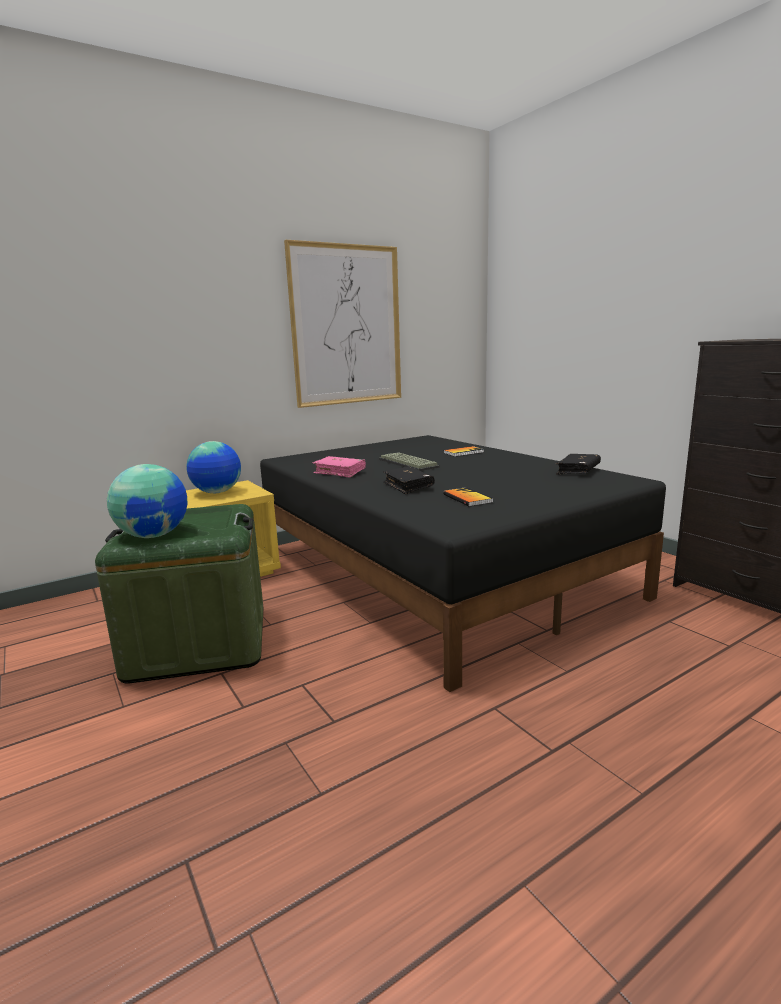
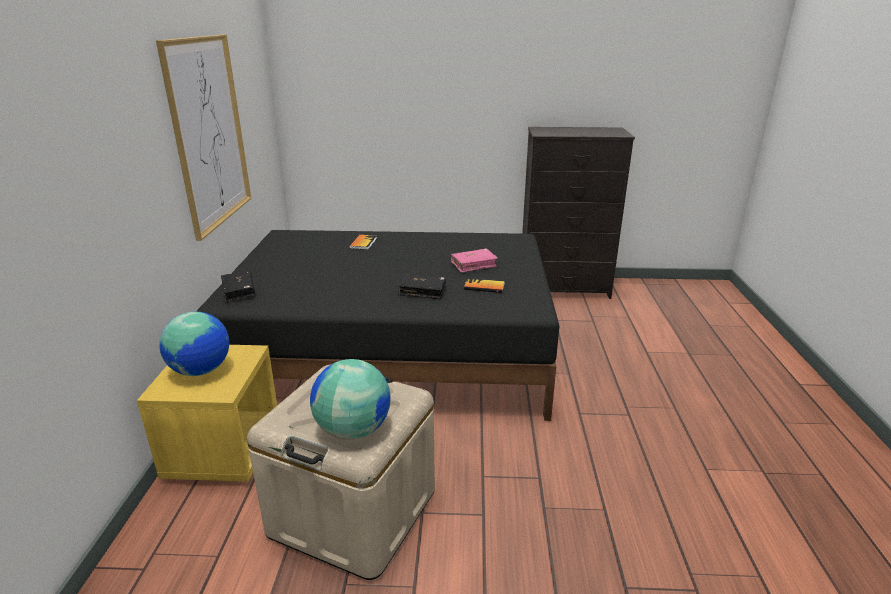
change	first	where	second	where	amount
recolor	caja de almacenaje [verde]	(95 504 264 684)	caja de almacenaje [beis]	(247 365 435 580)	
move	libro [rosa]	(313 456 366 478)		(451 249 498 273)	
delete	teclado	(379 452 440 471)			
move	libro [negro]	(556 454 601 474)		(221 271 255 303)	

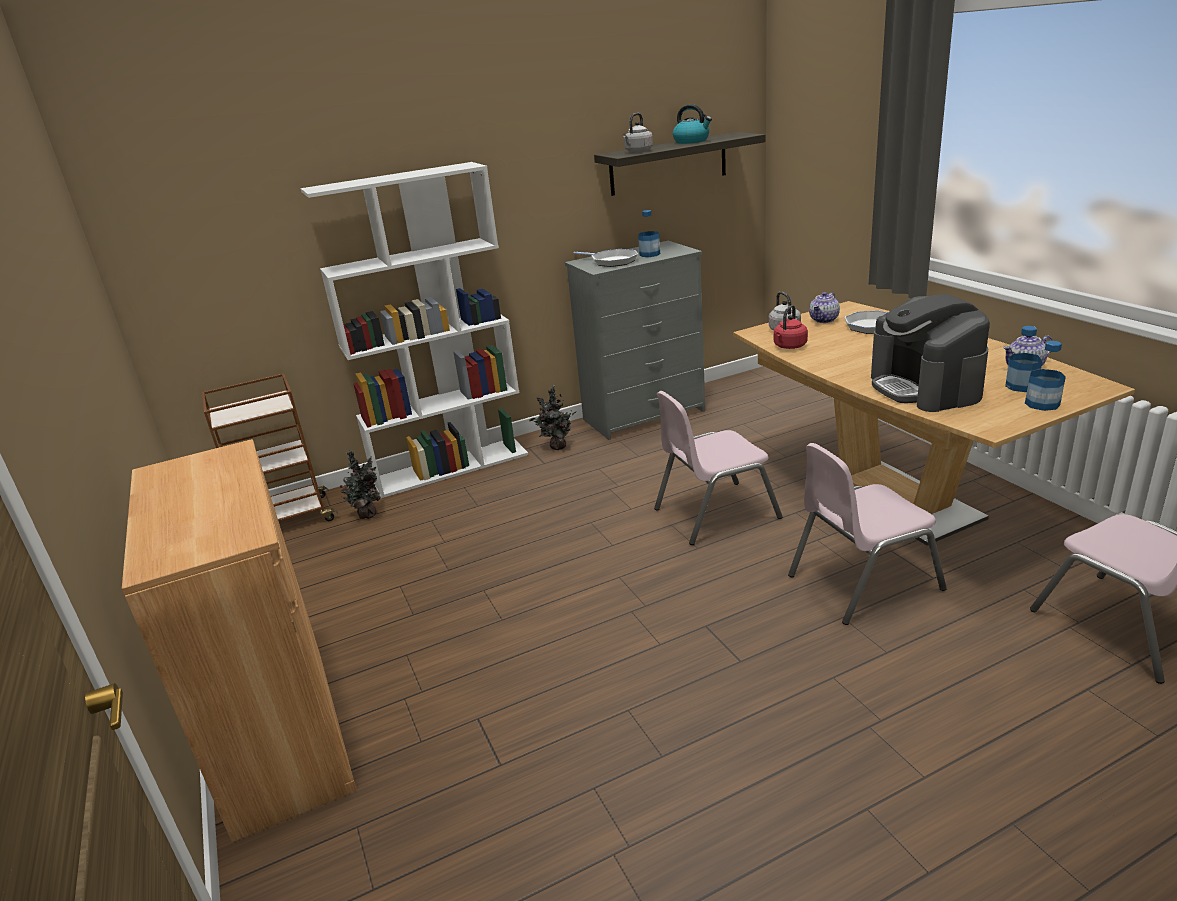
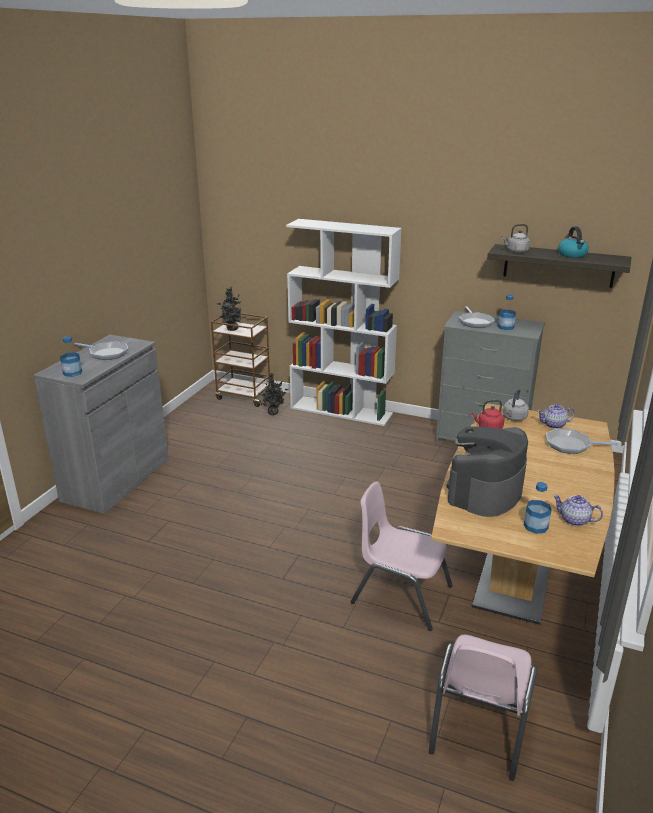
change	first	where	second	where	amount
recolor	armario [marrón]	(122 439 357 842)	armario [gris]	(34 335 169 514)	
move	planta en maceta	(529 385 576 450)		(217 286 242 331)	
delete	silla [rosa]	(654 391 783 545)			
move	botella	(1025 341 1066 411)		(60 336 82 377)	
insert			sartén	(75 341 128 360)	

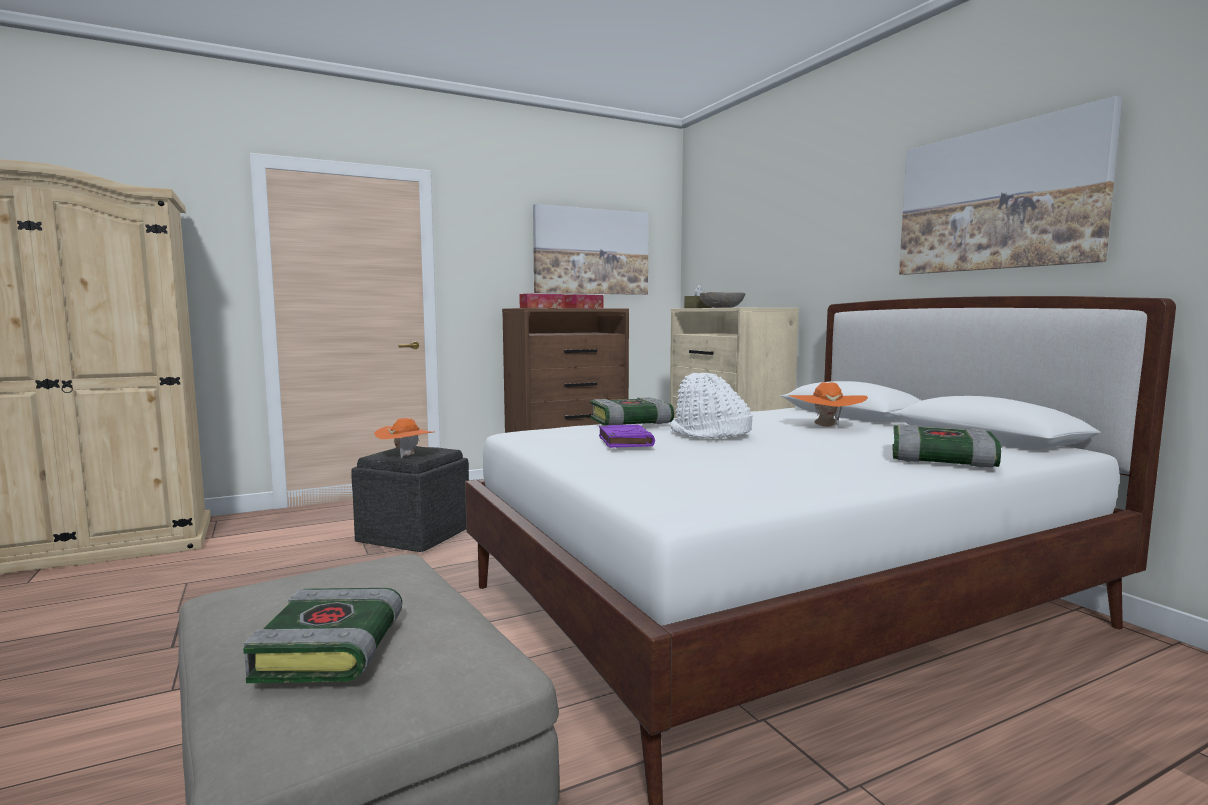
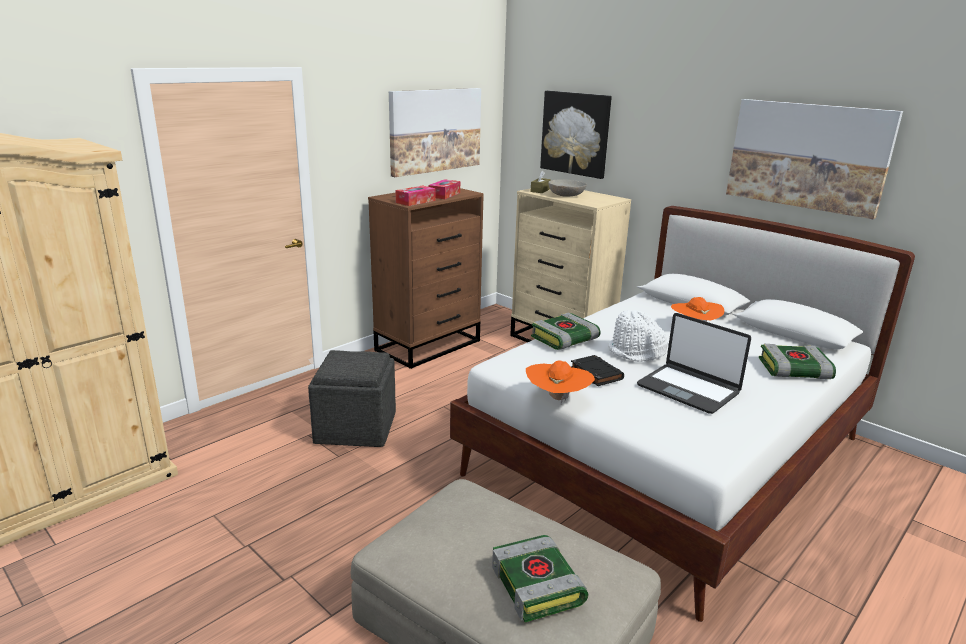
change	first	where	second	where	amount
move	sombrero [naranja]	(374 418 434 458)		(526 360 595 404)	
recolor	libro [morado]	(599 424 655 448)	libro [negro]	(571 355 624 386)	
insert			cuadro	(540 91 612 179)	
insert			portátil	(637 313 751 414)	

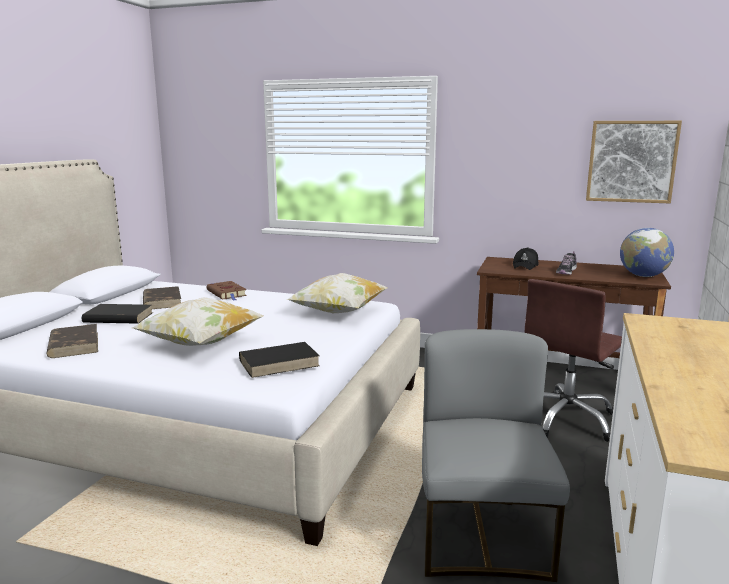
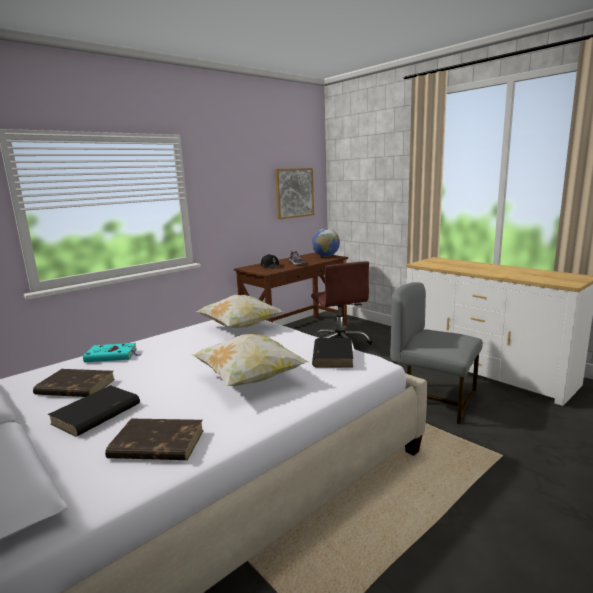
change	first	where	second	where	amount
recolor	libro [marrón]	(207 281 247 301)	libro [turquesa]	(83 343 142 363)	

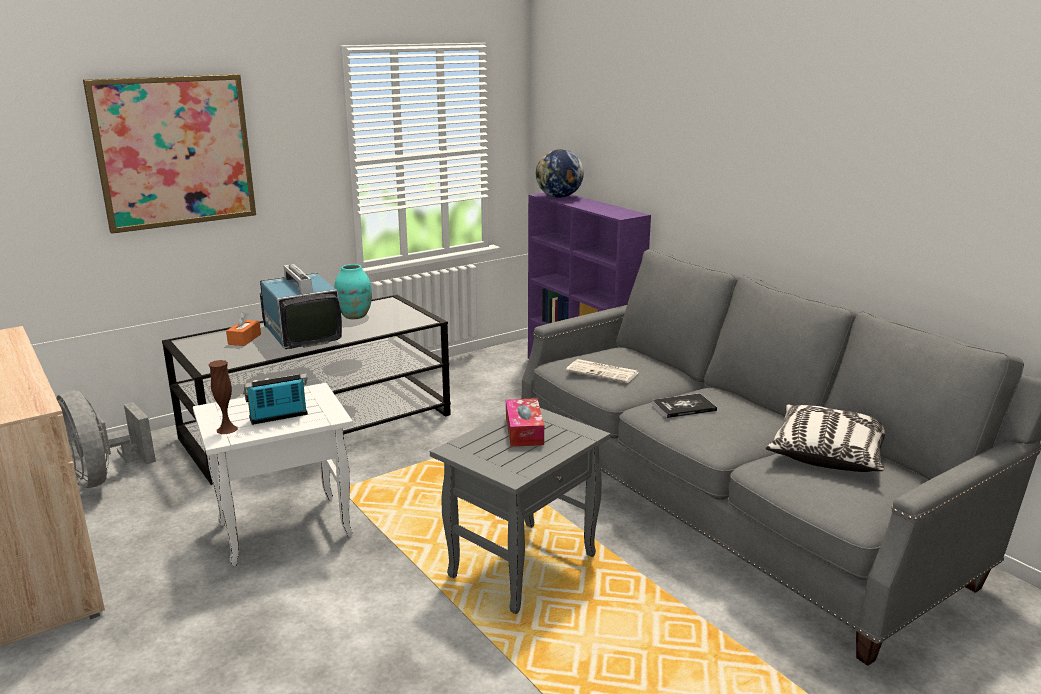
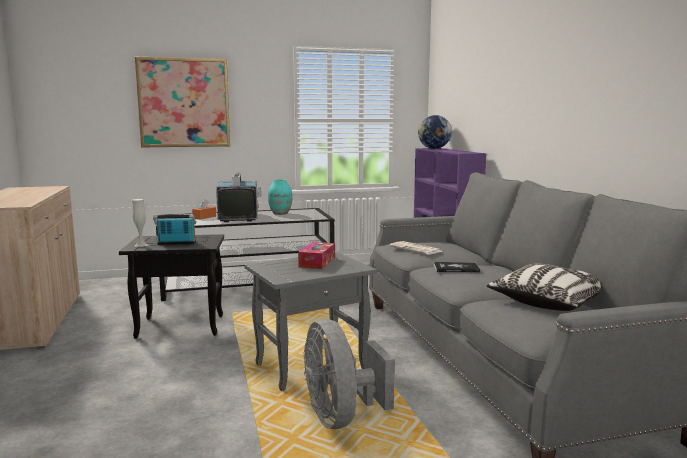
change	first	where	second	where	amount
move	ventilador [gris]	(56 390 156 488)		(304 319 395 429)	
recolor	mesa auxiliar [blanco]	(193 383 353 566)	mesa auxiliar [negro]	(119 234 224 339)	
recolor	florero [marrón]	(208 360 238 434)	florero [blanco]	(132 199 148 247)	

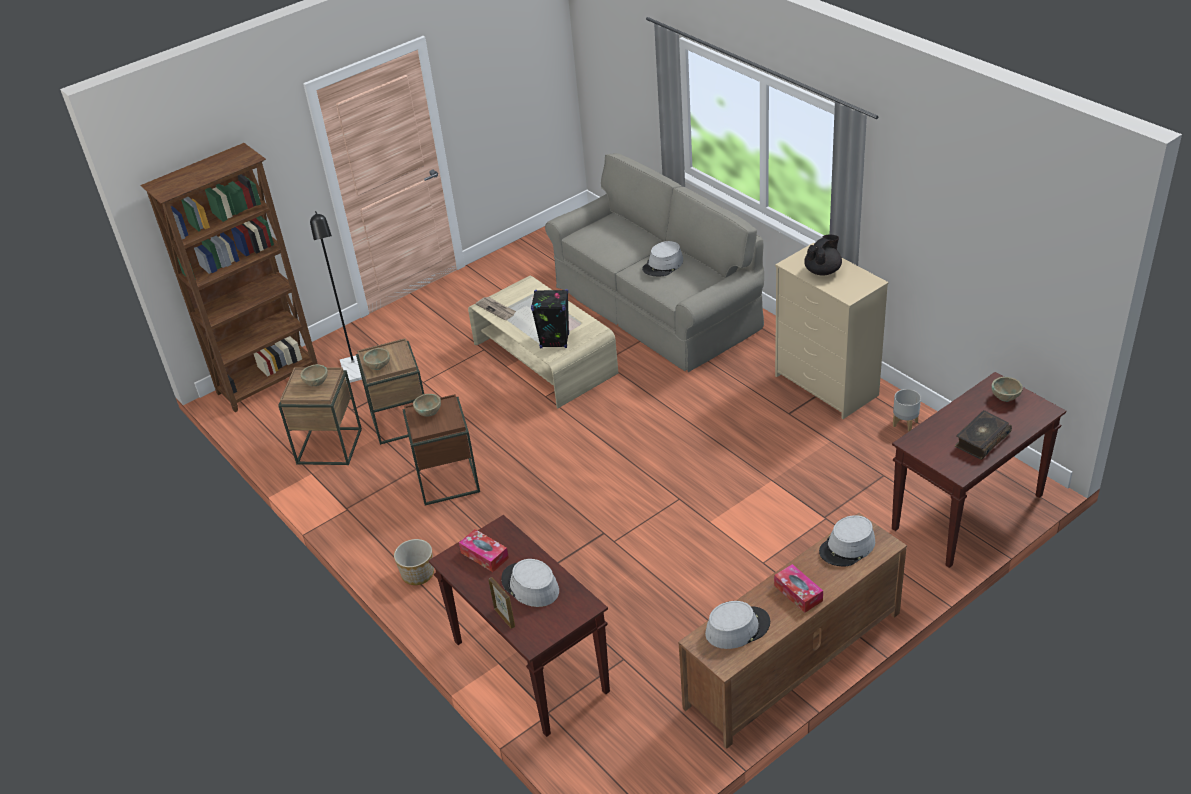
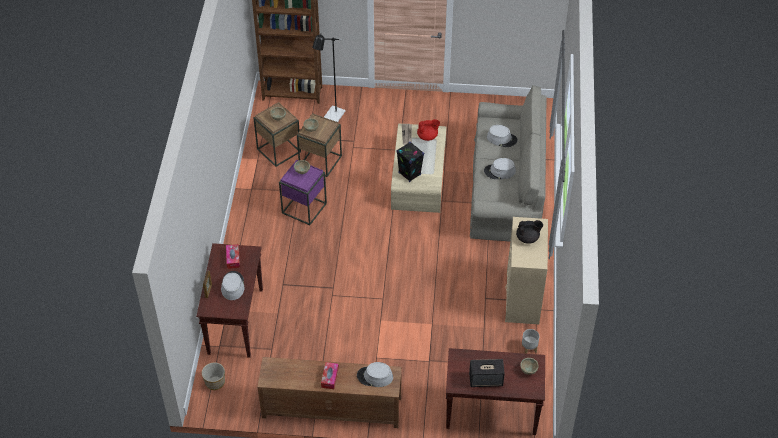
change	first	where	second	where	amount
move	maceta	(394 539 434 585)		(202 362 225 390)	
recolor	mesa auxiliar [marrón]	(402 394 480 506)	mesa auxiliar [morado]	(279 160 327 225)	
move	sombrero [gris]	(705 601 770 649)		(487 125 518 147)	
replace	libro	(955 410 1012 460)	altavoz	(469 359 505 387)	
insert			tetera [rojo]	(417 119 440 141)	

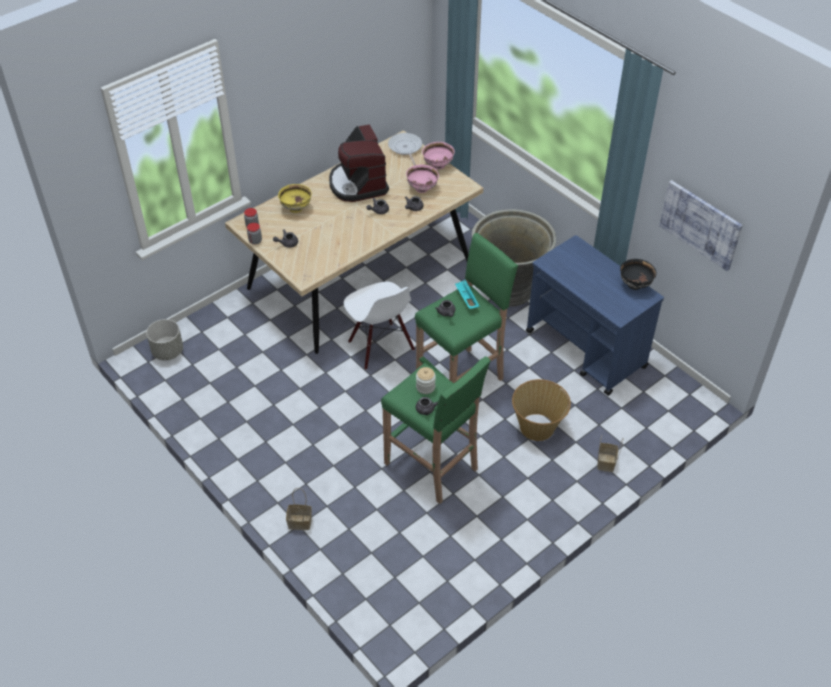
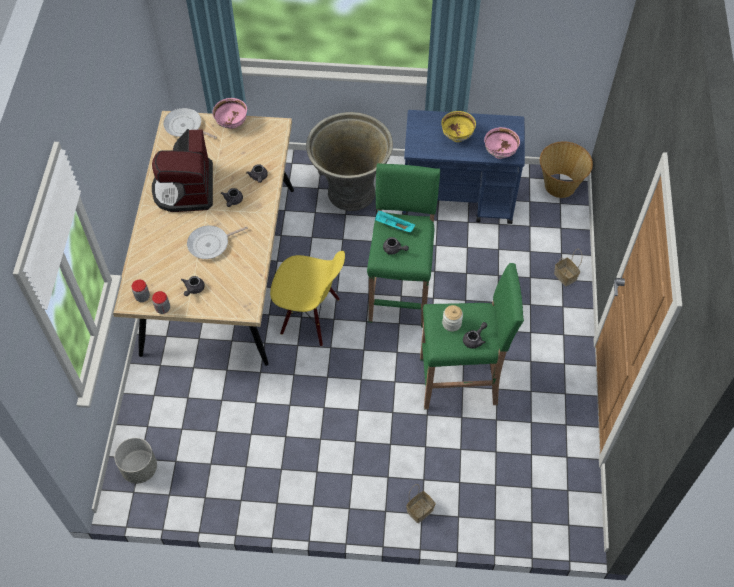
change	first	where	second	where	amount
move	cuenco [amarillo]	(278 184 312 213)		(441 111 476 142)	
rotate	cafetera	(329 124 389 202)		(152 129 213 212)	60 degrees clockwise
recolor	silla [blanco]	(344 282 415 370)	silla [amarillo]	(270 251 345 347)	
move	cuenco [rosa]	(406 165 439 193)		(484 127 520 159)	
move	cesta	(512 379 571 441)		(540 141 593 198)	
delete	cuenco [negro]	(620 259 657 290)			
delete	cuadro	(659 180 743 271)			
insert			sartén	(187 226 248 259)	

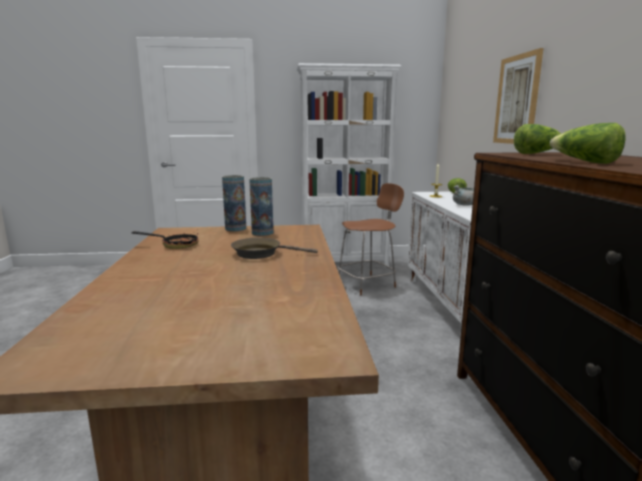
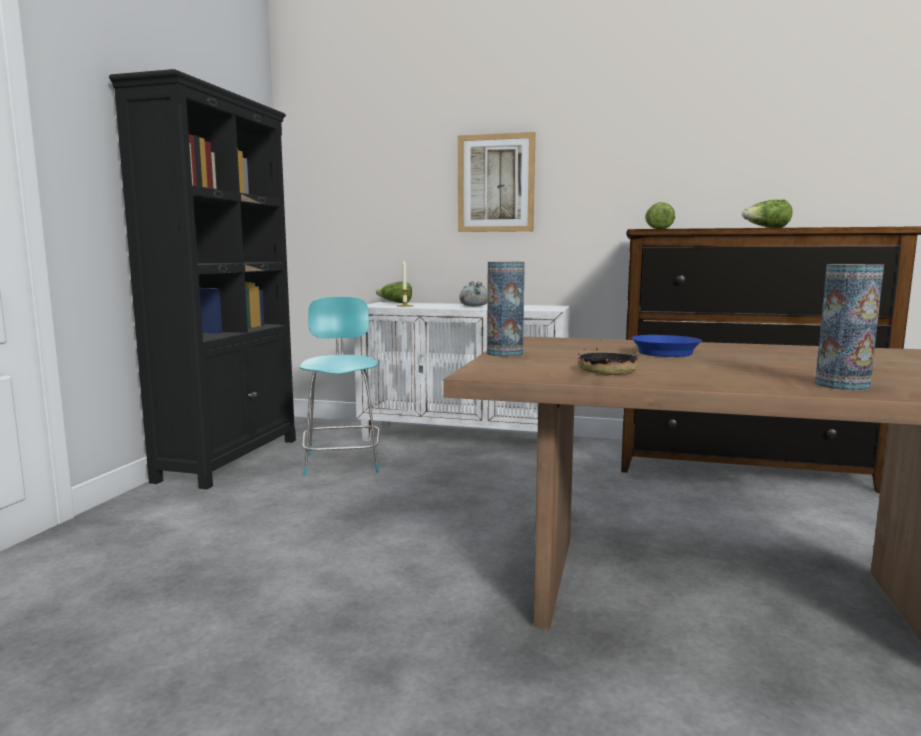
change	first	where	second	where	amount
recolor	sartén [marrón]	(231 237 318 259)	sartén [azul]	(631 335 702 357)	
move	florero	(249 177 273 236)		(815 264 884 391)	
recolor	estantería [blanco]	(297 63 401 267)	estantería [negro]	(109 69 296 489)	
recolor	silla [marrón]	(338 183 404 295)	silla [turquesa]	(299 297 380 476)	

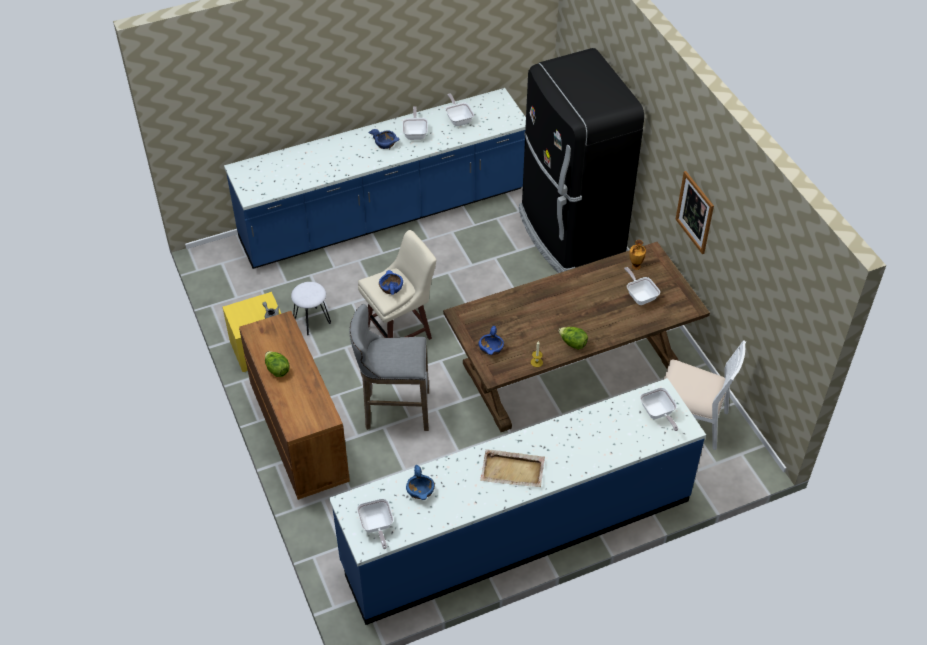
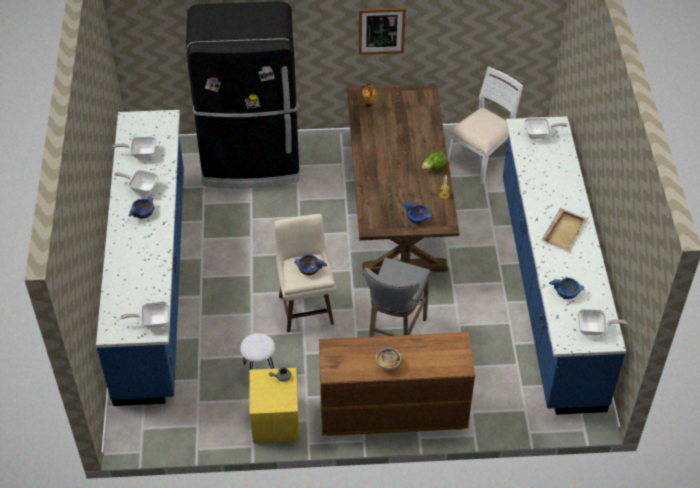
change	first	where	second	where	amount
replace	lechuga	(265 351 290 377)	cuenco	(376 348 401 370)	
move	sartén	(624 267 660 305)		(121 302 170 328)	

